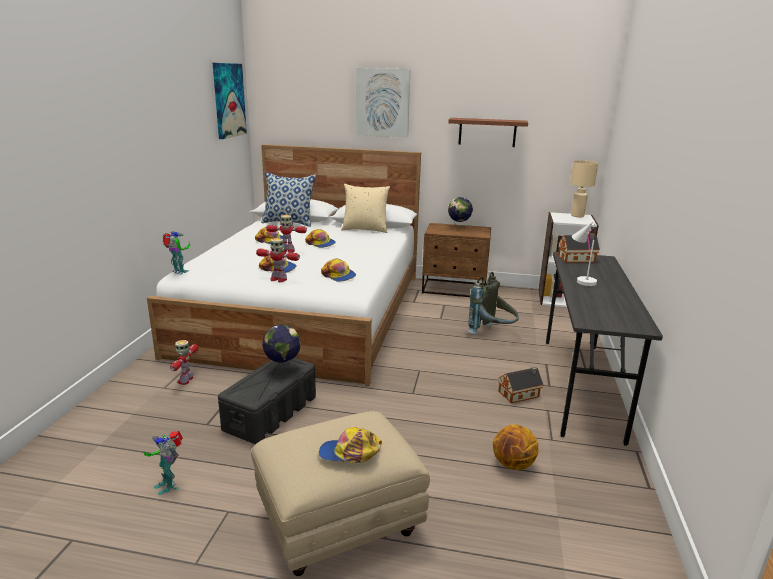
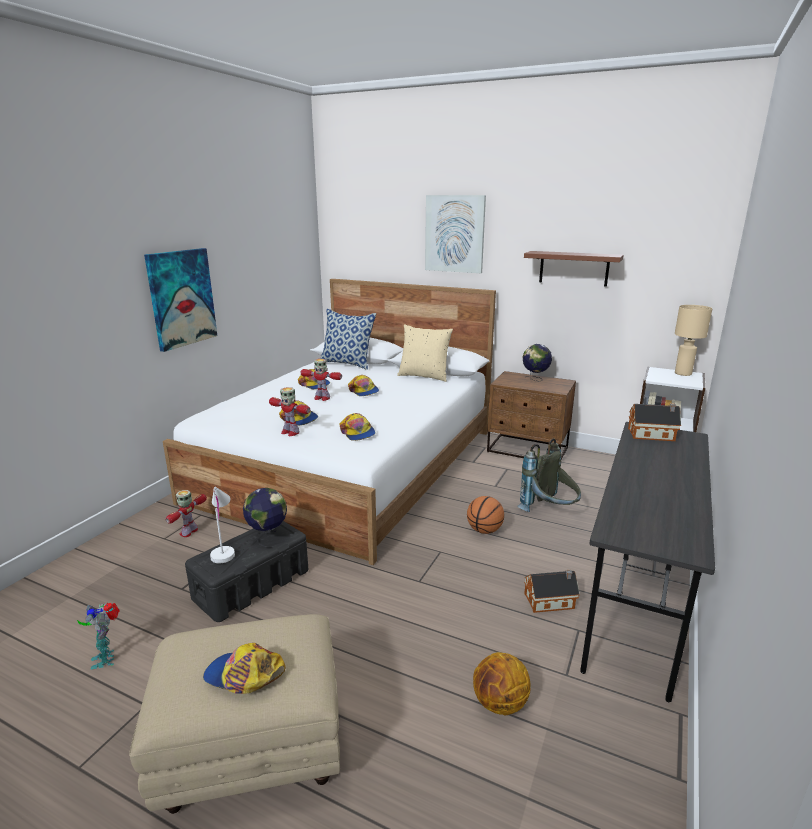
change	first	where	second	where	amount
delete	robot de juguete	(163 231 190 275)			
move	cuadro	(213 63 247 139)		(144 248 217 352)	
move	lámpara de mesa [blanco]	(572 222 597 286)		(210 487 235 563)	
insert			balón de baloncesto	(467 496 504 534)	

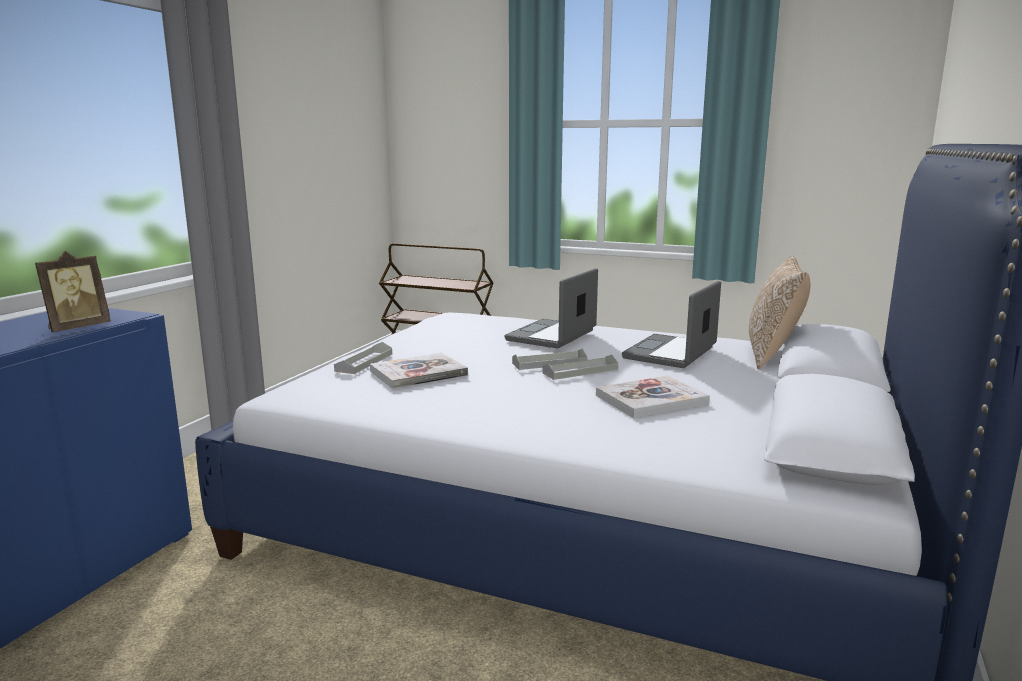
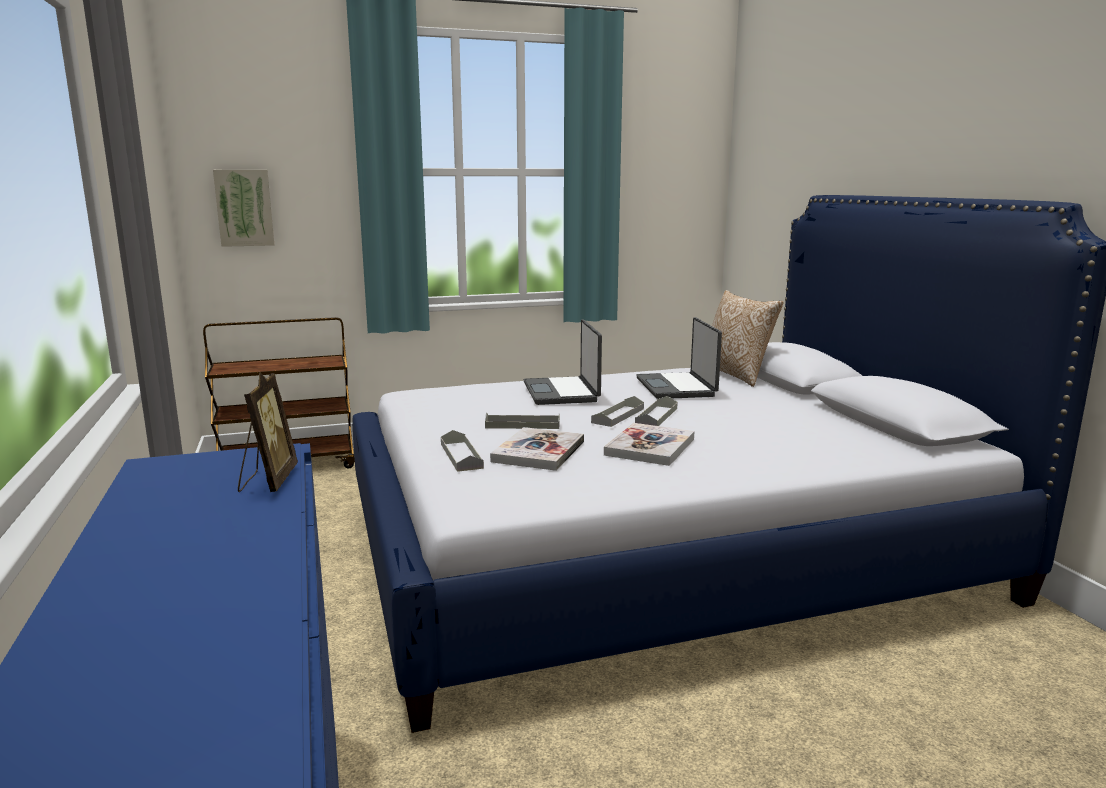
change	first	where	second	where	amount
move	libro	(596 376 710 418)		(604 423 694 466)	
insert			cuadro	(213 170 274 247)	
insert			bandeja [gris]	(485 412 560 429)	

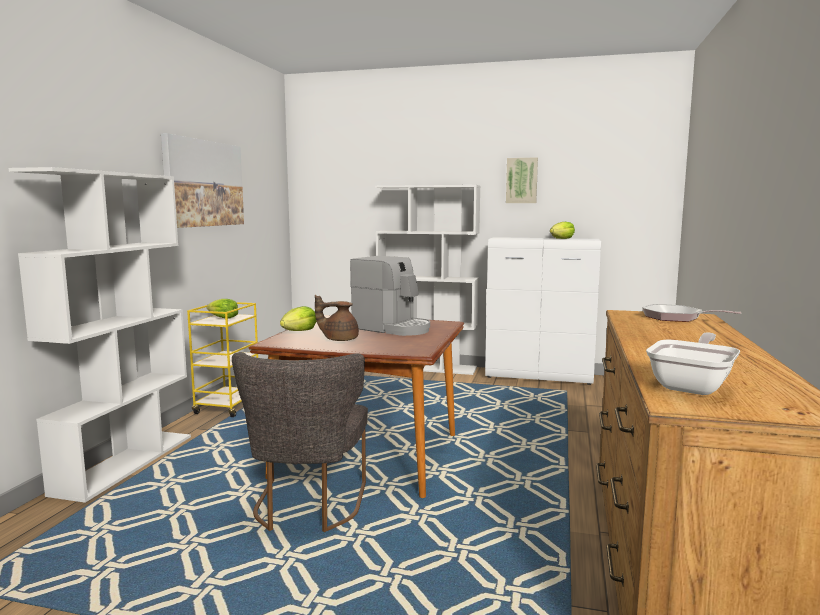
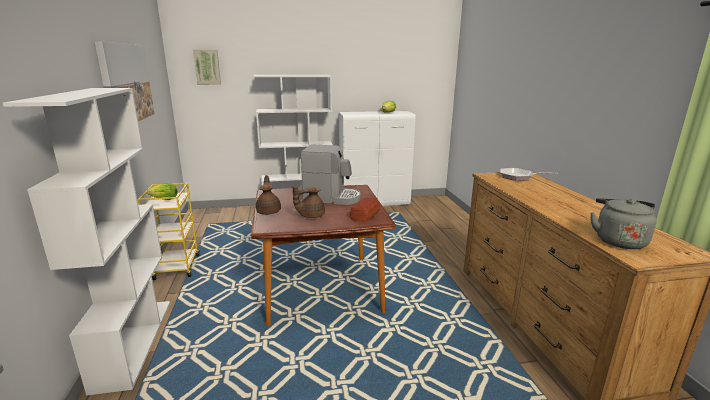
change	first	where	second	where	amount
delete	silla [gris]	(232 352 368 532)			
replace	lechuga	(280 306 316 331)	tetera [marrón]	(256 175 281 215)	
move	cuadro	(506 157 538 203)		(193 50 221 85)	
replace	sartén	(646 332 740 395)	hervidor [gris]	(590 198 657 249)	
insert			pan	(350 197 380 222)	

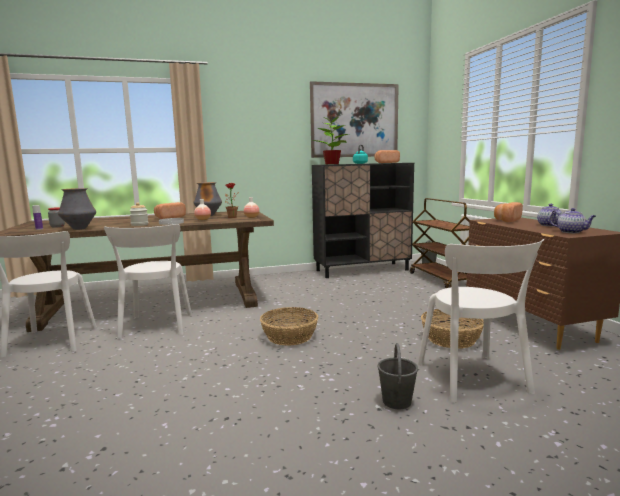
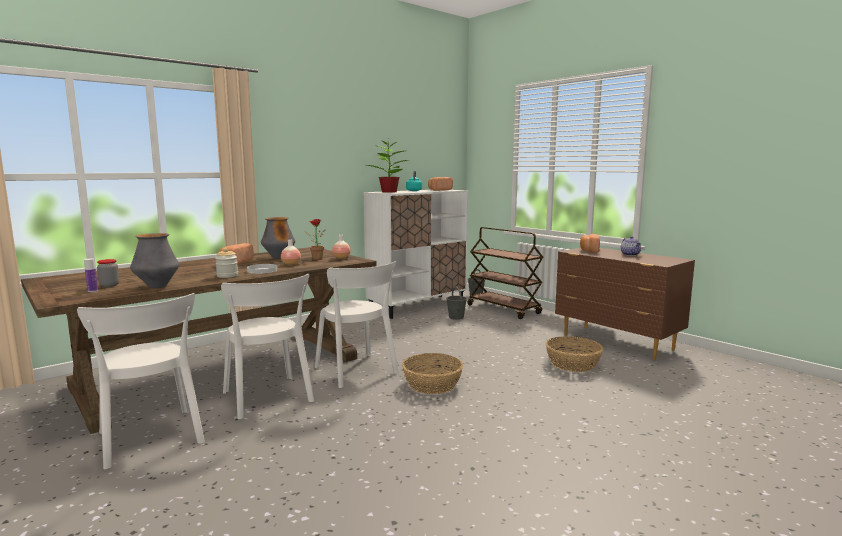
change	first	where	second	where	amount
delete	cuadro	(310 81 399 158)			
recolor	armario [negro]	(312 163 414 278)	armario [blanco]	(364 190 468 319)	
move	cubo [gris]	(378 343 418 409)		(446 286 467 320)	
move	silla [blanco]	(418 239 544 403)		(315 261 399 388)	
delete	tetera	(549 208 596 233)			

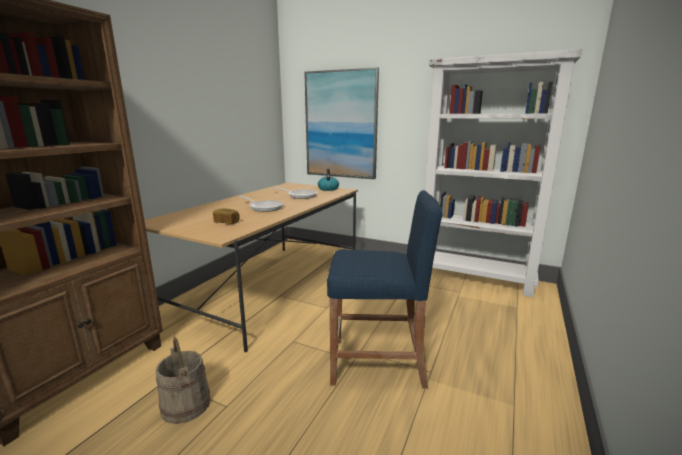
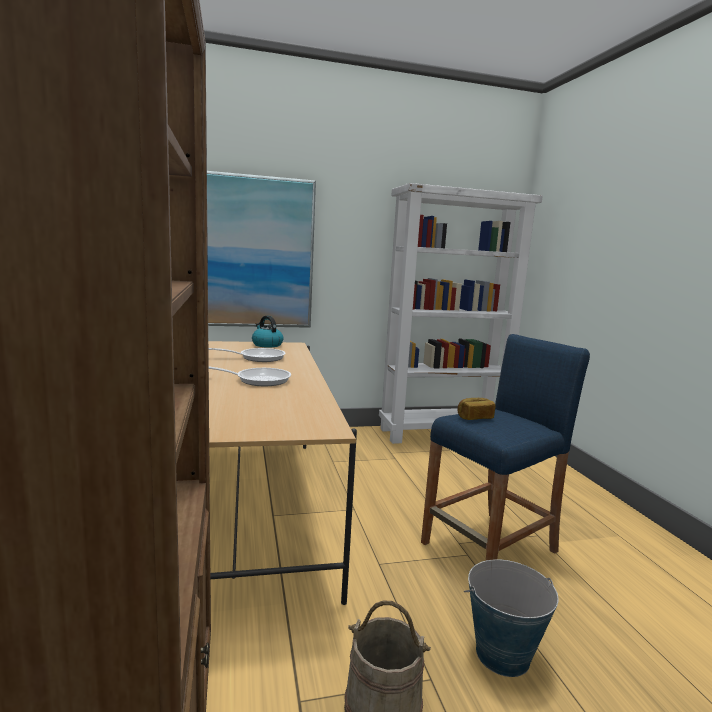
change	first	where	second	where	amount
move	pan	(213 209 240 224)		(457 398 495 420)	
insert			cubo	(464 559 559 677)	

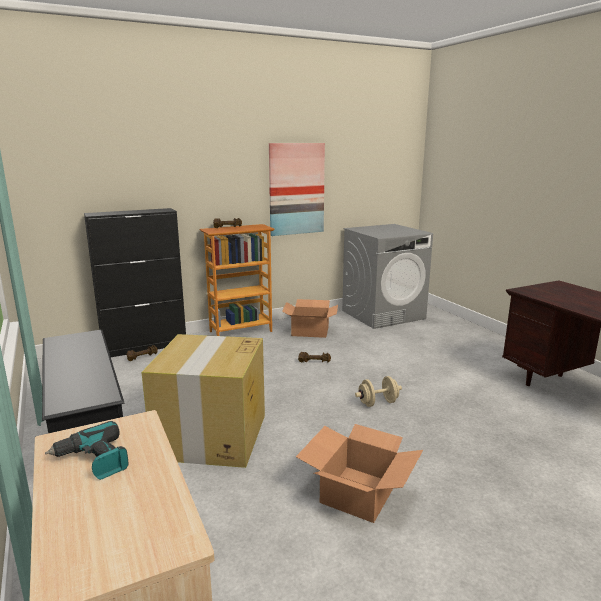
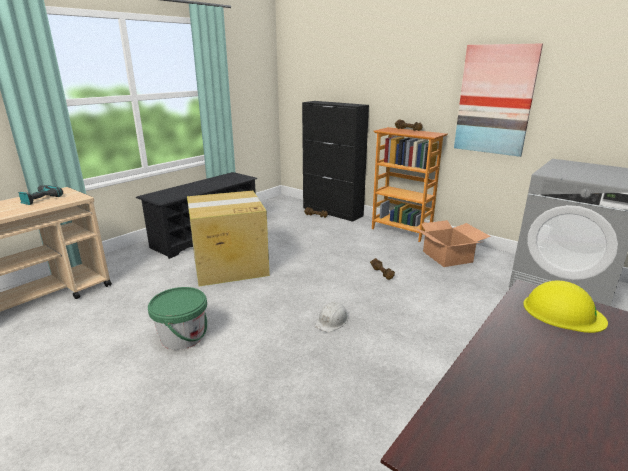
change	first	where	second	where	amount
replace	caja de cartón	(296 424 423 523)	cubo [verde]	(148 287 207 350)	
replace	mancuerna [beis]	(355 376 402 407)	casco [blanco]	(315 302 348 332)	
insert			casco [amarillo]	(523 281 608 333)	

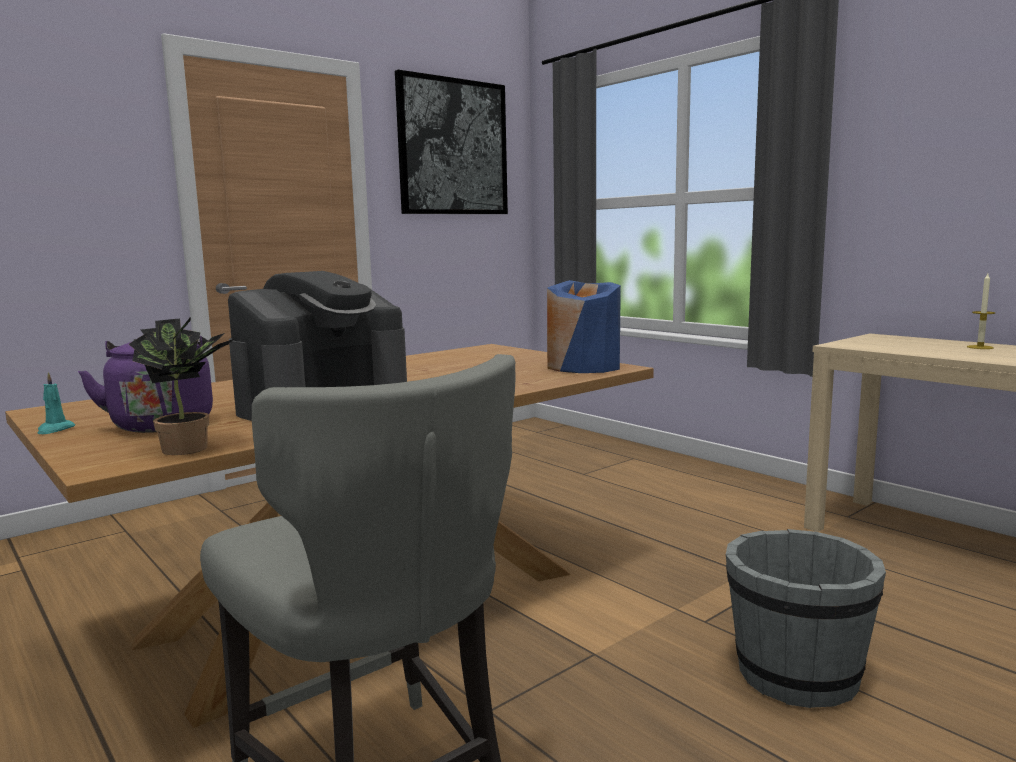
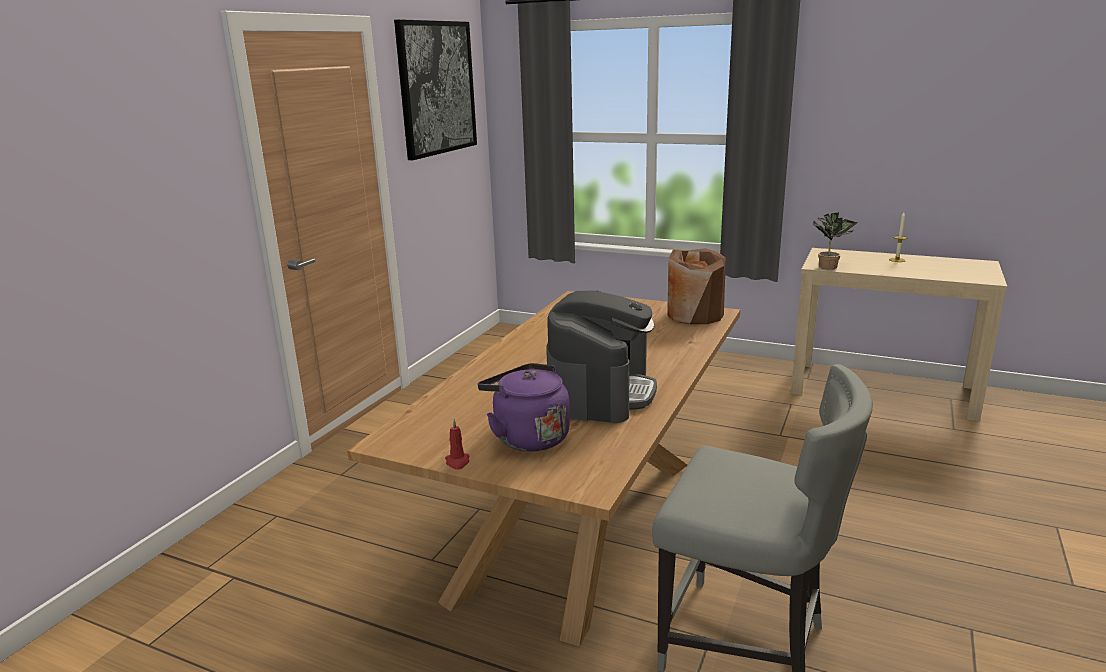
change	first	where	second	where	amount
recolor	vela [turquesa]	(37 372 75 434)	vela [rojo]	(445 419 470 470)	
move	planta en maceta	(129 317 236 455)		(812 212 858 269)	
recolor	florero [azul]	(547 280 621 373)	florero [marrón]	(667 248 726 324)	
delete	cubo [gris]	(726 529 886 708)			

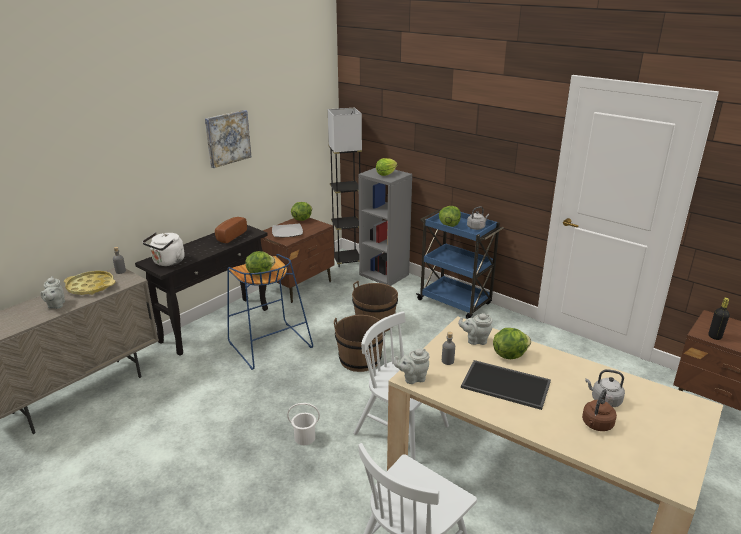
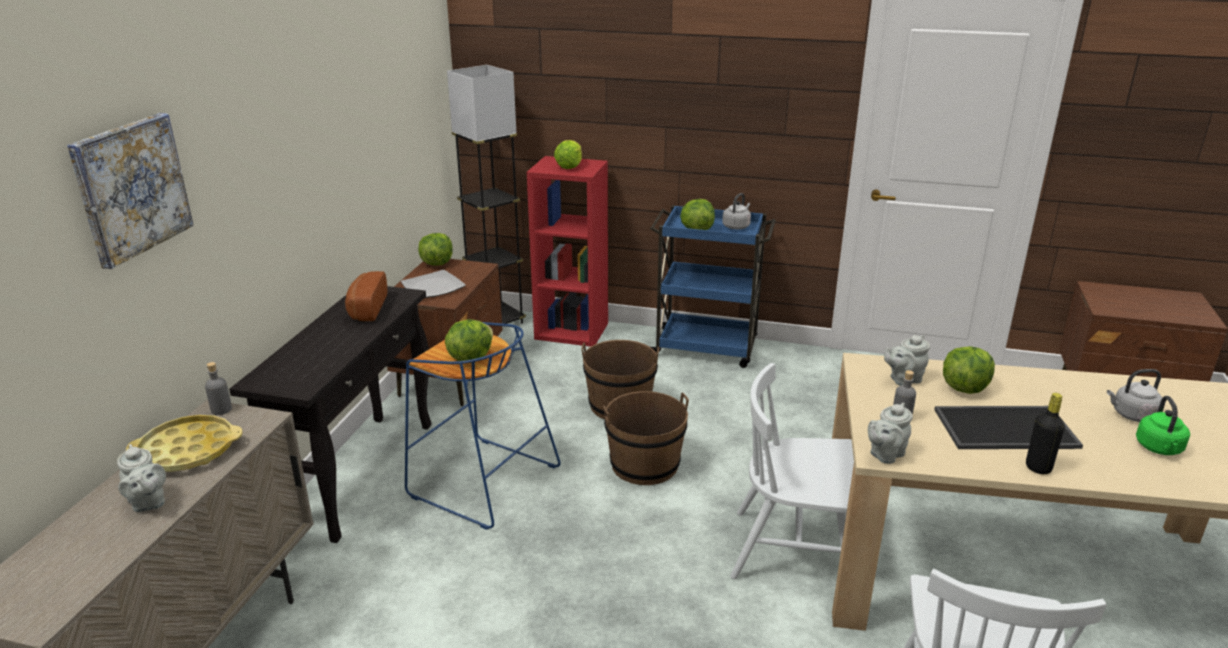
change	first	where	second	where	amount
delete	hervidor [blanco]	(142 232 185 266)			
move	cuadro	(205 110 251 168)		(67 113 194 269)	
delete	cubo [blanco]	(287 403 320 445)			
recolor	estantería [gris]	(358 168 412 286)	estantería [rojo]	(527 156 608 347)	
recolor	hervidor [marrón]	(582 390 617 431)	hervidor [verde]	(1136 396 1190 455)	
move	botella [negro]	(709 298 730 340)		(1026 393 1065 474)	

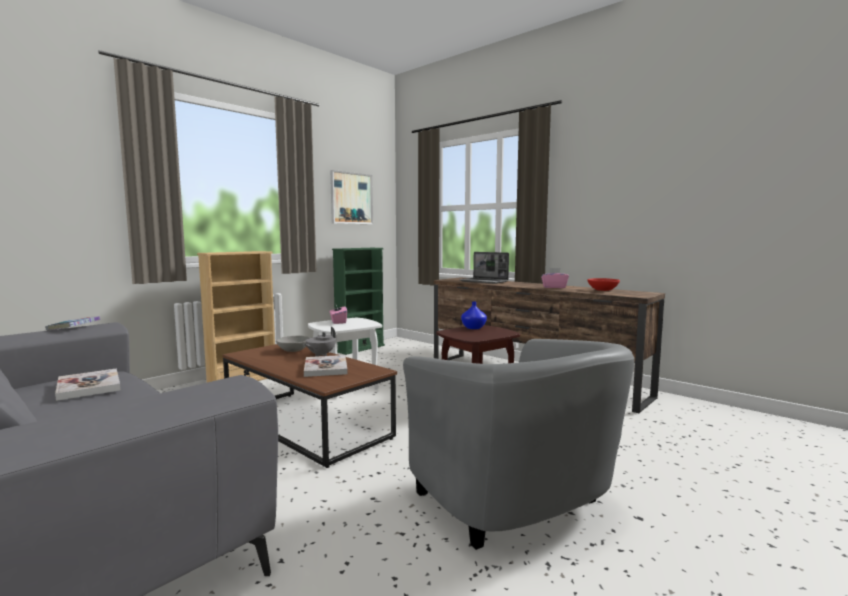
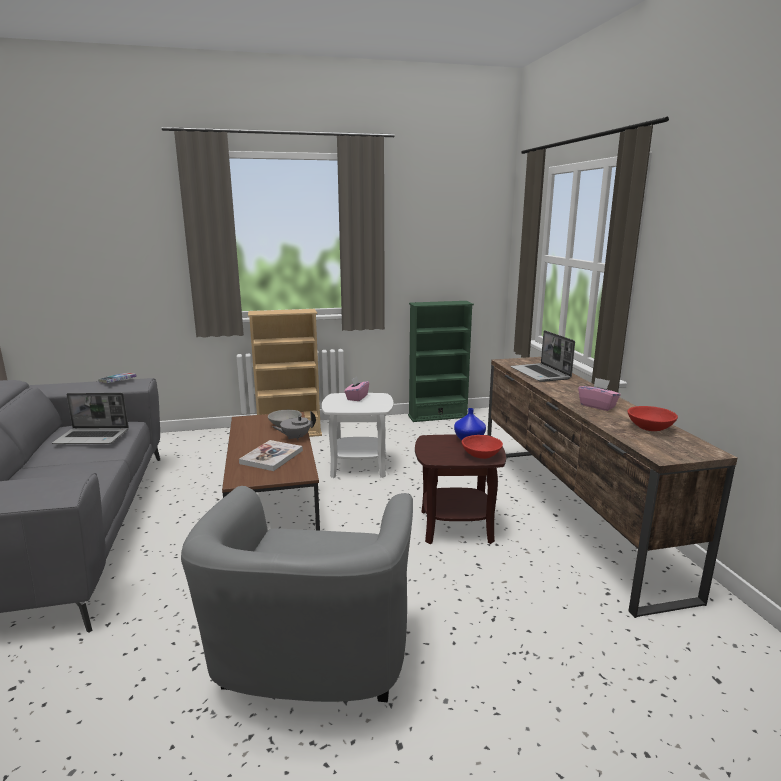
change	first	where	second	where	amount
replace	libro	(55 368 121 401)	portátil	(52 393 129 444)	
delete	cuadro	(330 170 373 224)			
insert			cuenco [rojo]	(462 435 503 459)	

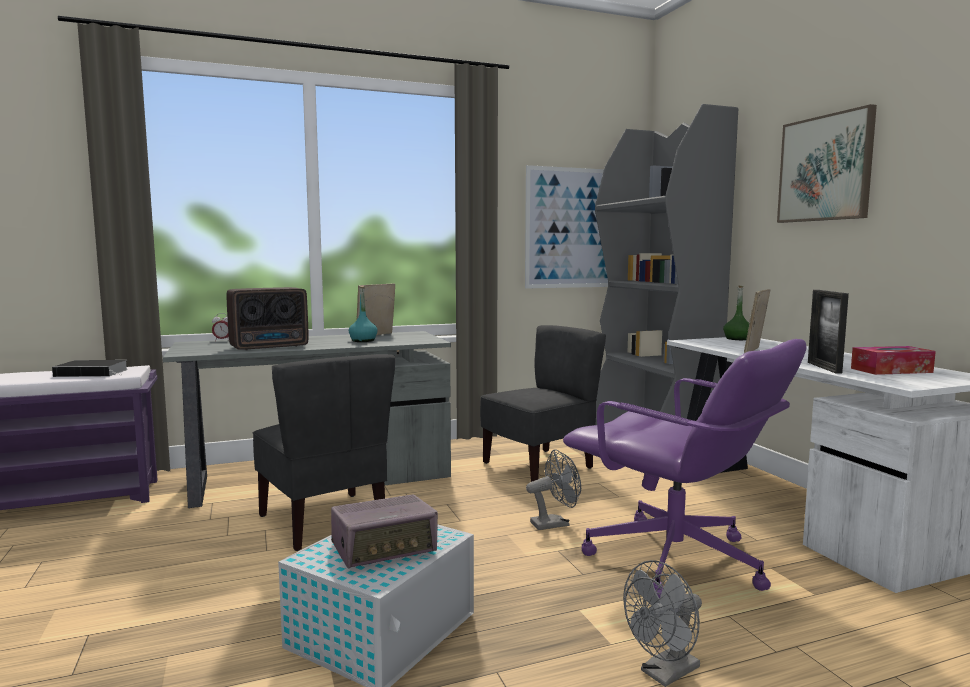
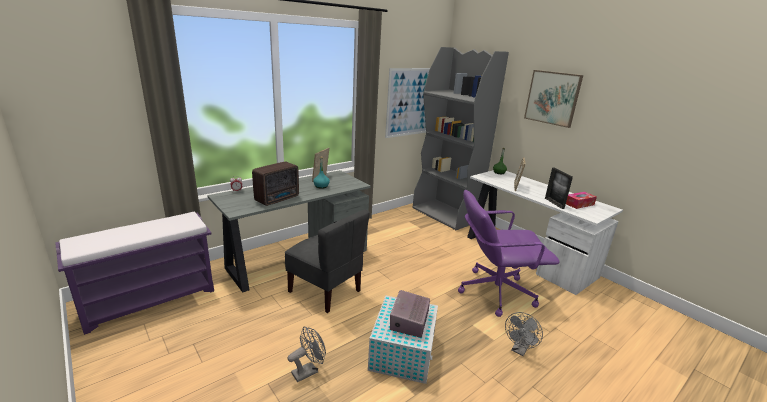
change	first	where	second	where	amount
delete	libro	(52 360 128 377)			
rotate	radio	(331 495 438 568)		(390 290 430 338)	150 degrees clockwise
delete	silla [gris]	(480 325 606 482)			
move	ventilador [gris]	(526 449 581 530)		(288 326 326 382)	
rotate	silla de oficina [morado]	(563 339 806 598)		(458 190 560 317)	150 degrees clockwise

